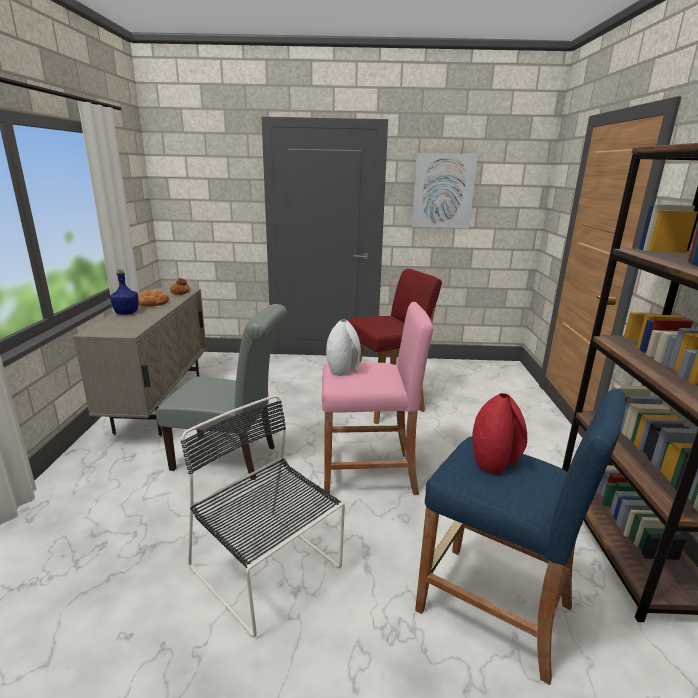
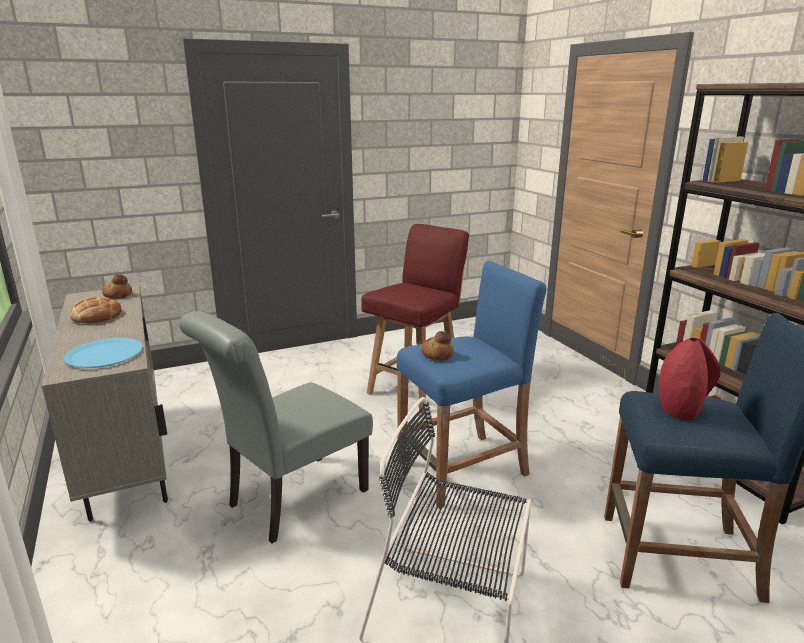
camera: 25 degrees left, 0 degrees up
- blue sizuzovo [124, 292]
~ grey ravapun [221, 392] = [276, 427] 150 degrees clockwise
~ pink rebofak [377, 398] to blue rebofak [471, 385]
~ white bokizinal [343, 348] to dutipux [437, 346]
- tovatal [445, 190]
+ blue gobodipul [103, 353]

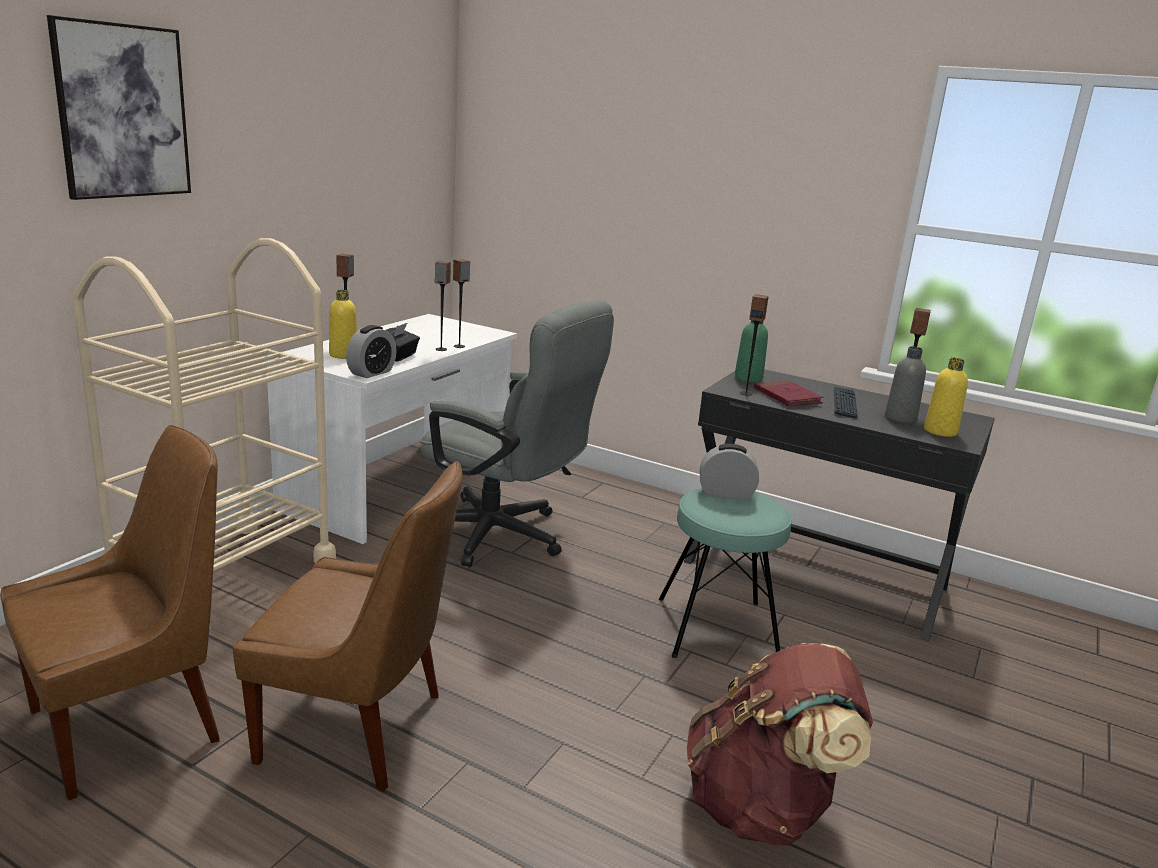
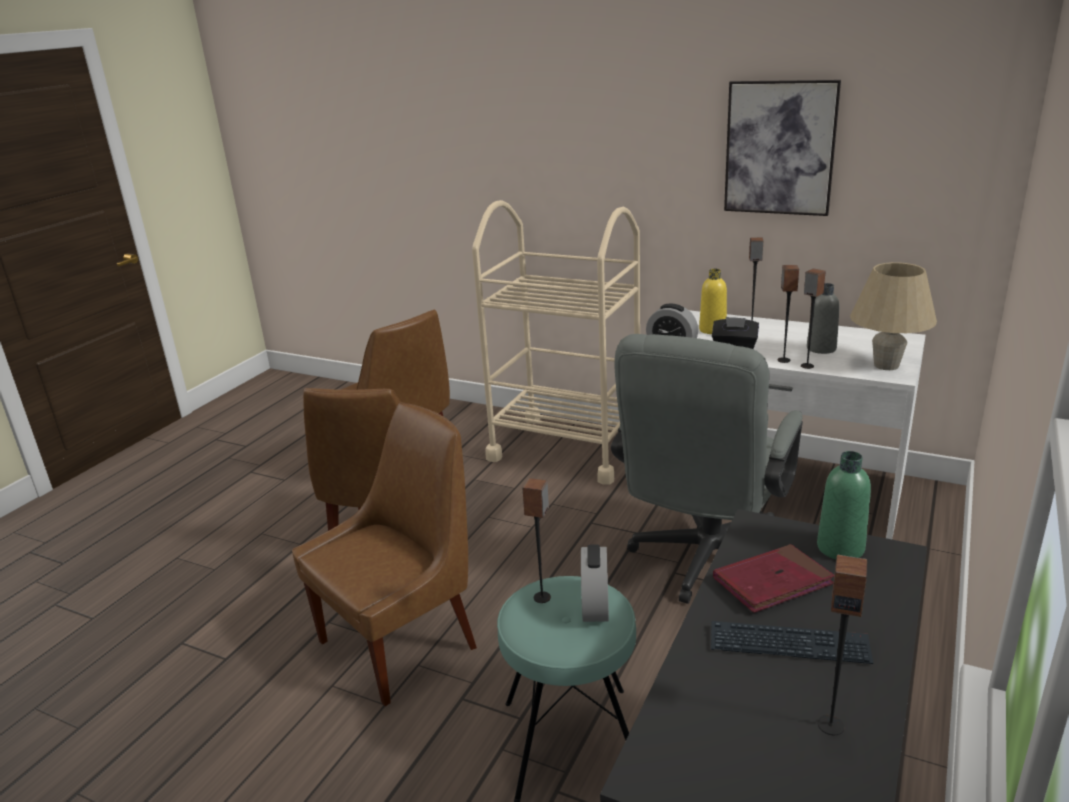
camera: 90 degrees right, 5 degrees up
~ tovatal [119, 107] to [782, 148]
- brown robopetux [780, 744]
~ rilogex [754, 345] to [536, 540]
~ grey sizuzovo [905, 384] to [823, 318]
- yellow sizuzovo [946, 397]
+ brown ravapun [384, 554]
+ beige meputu [893, 316]

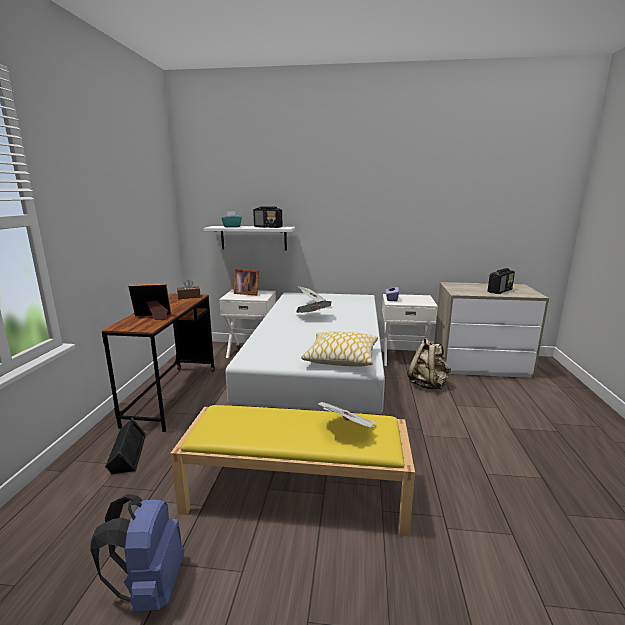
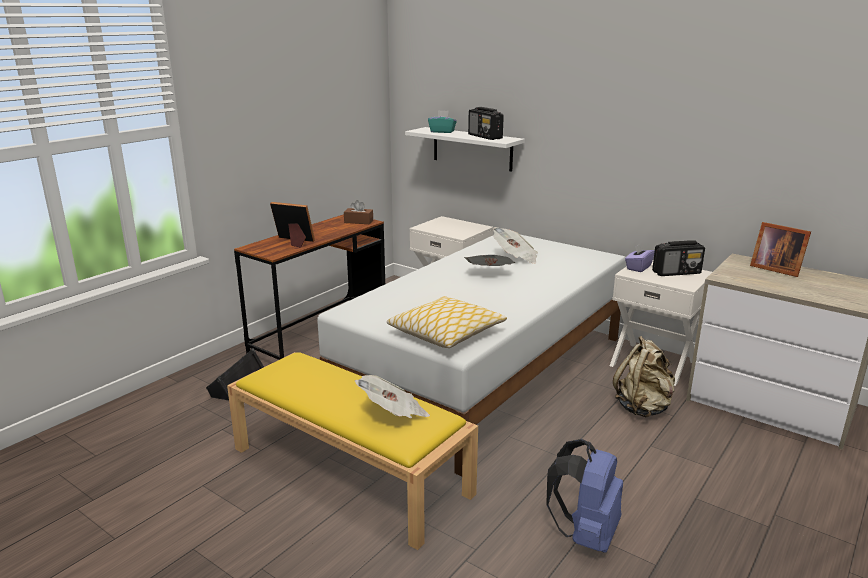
camera: 30 degrees right, 5 degrees up
~ blue robopetux [137, 552] to [584, 496]
~ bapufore [246, 282] to [780, 249]
~ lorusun [501, 281] to [678, 258]

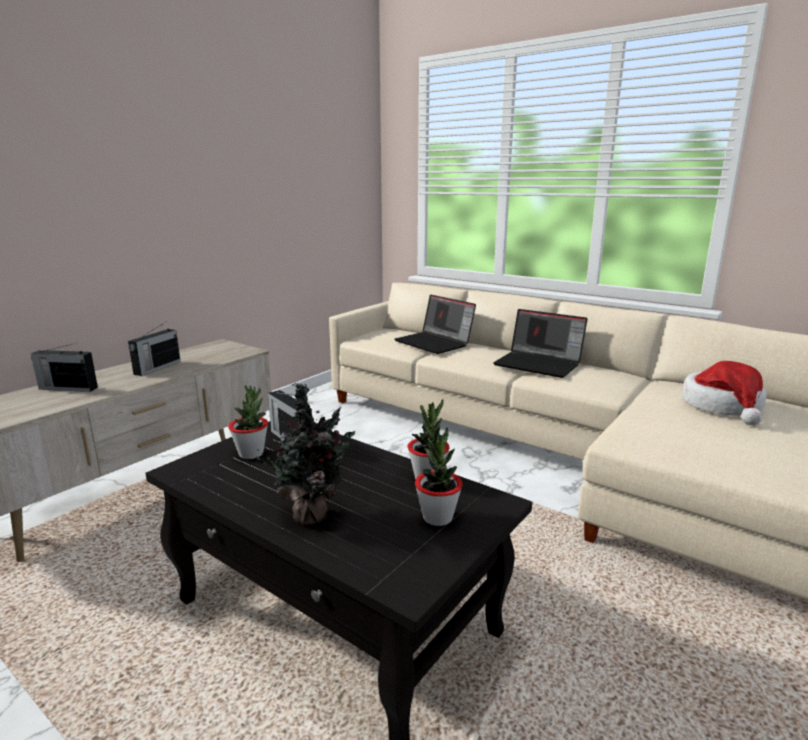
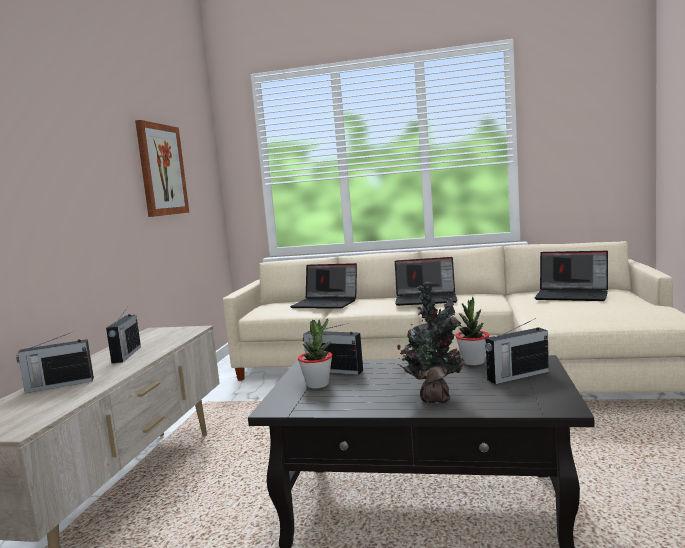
camera: 25 degrees left, 10 degrees down
~ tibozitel [439, 476] to lorusun [517, 351]
~ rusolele [724, 393] to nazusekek [571, 276]
+ tovatal [162, 168]

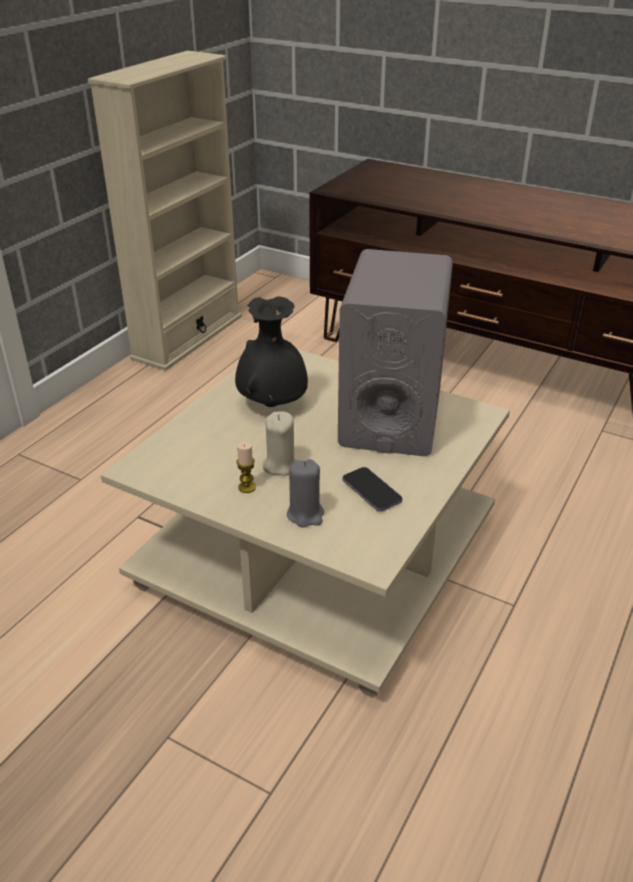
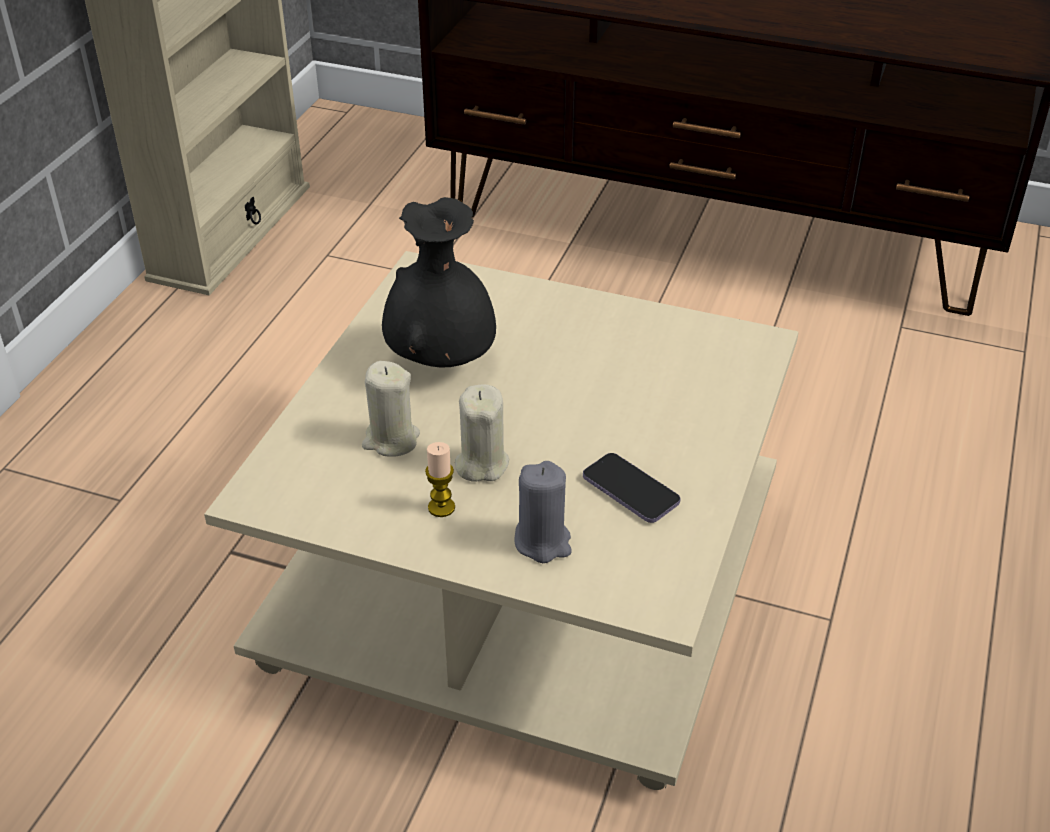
camera: 10 degrees left, 5 degrees up
- grey rilogex [395, 353]
+ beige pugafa [391, 409]

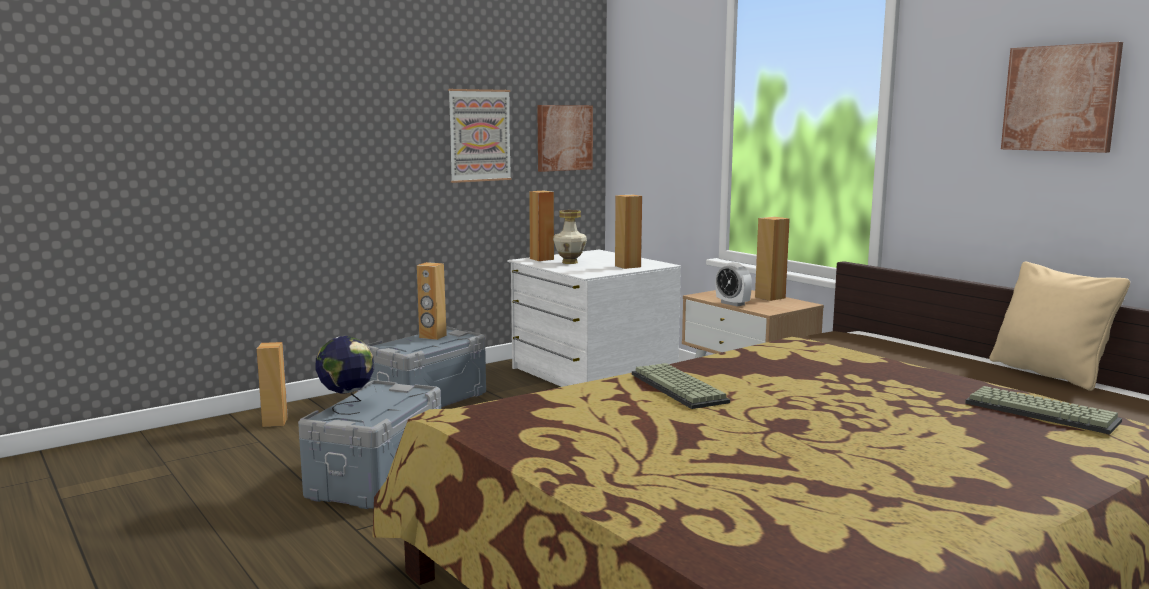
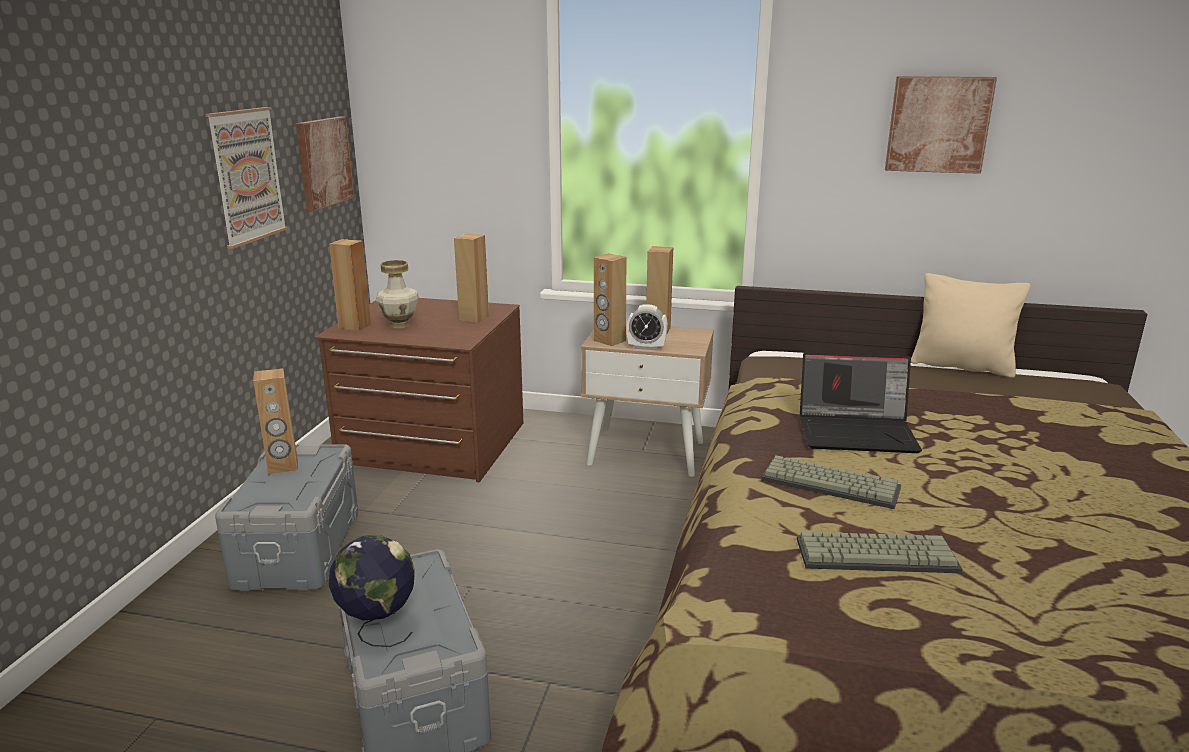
camera: 40 degrees left, 10 degrees up
~ brown rilogex [272, 384] to [610, 299]
~ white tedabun [594, 318] to brown tedabun [418, 390]
~ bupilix [1043, 410] to [880, 552]
+ nazusekek [861, 402]

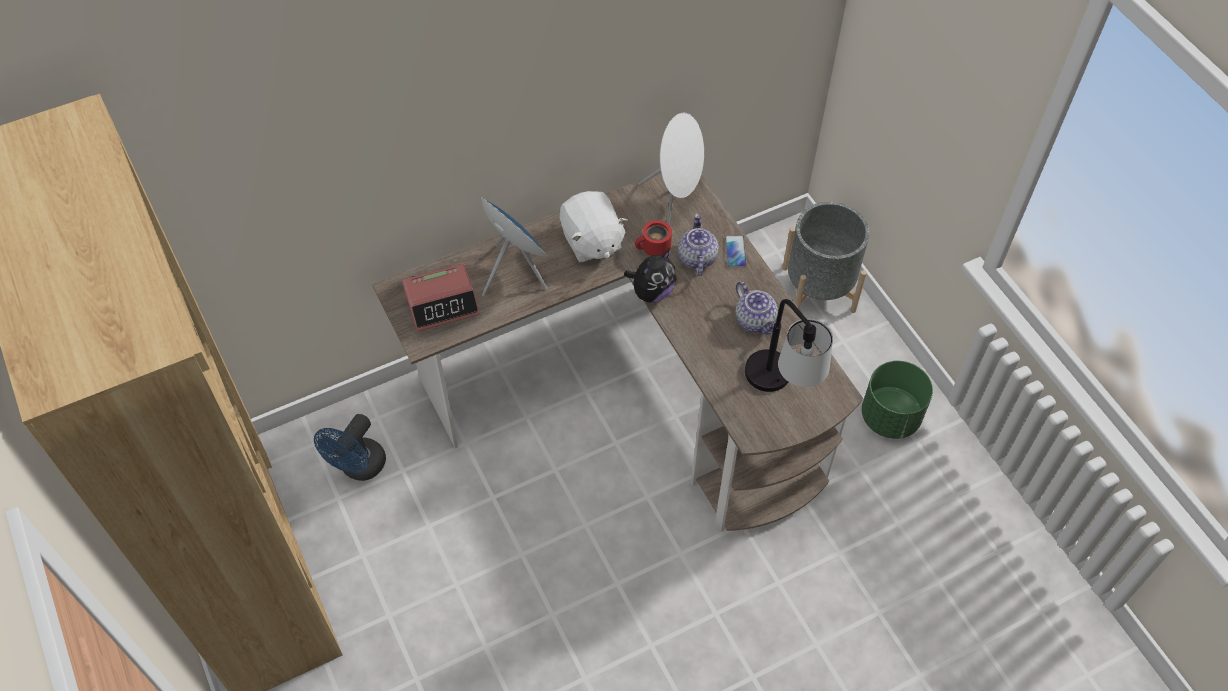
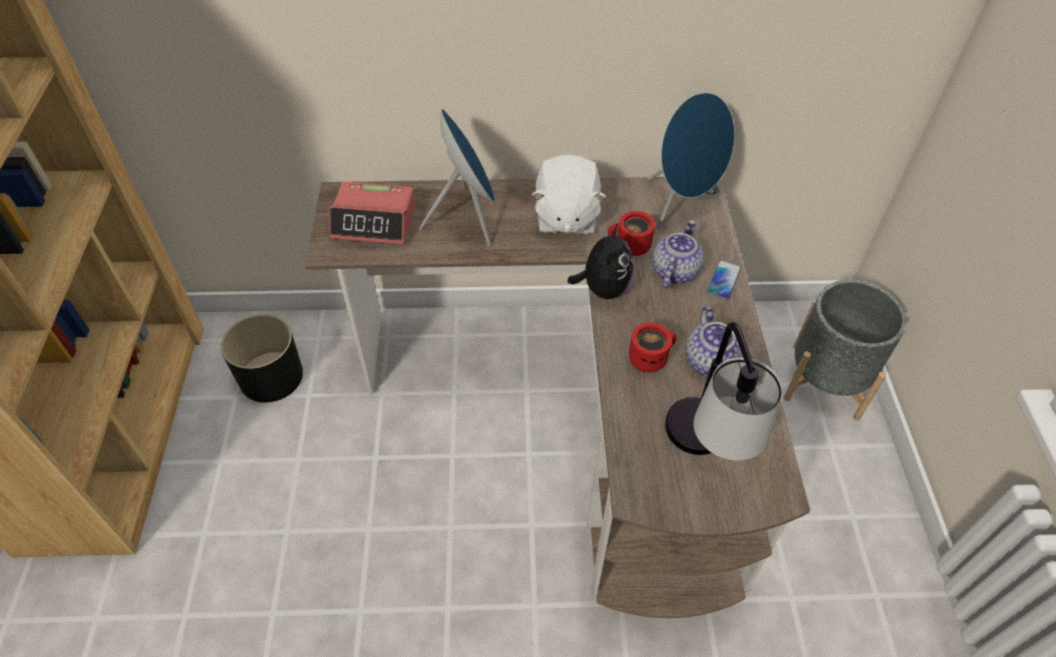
camera: 25 degrees right, 5 degrees down
~ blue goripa [350, 447] to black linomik [262, 358]
~ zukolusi [650, 276] = [600, 261] 60 degrees counterclockwise
~ white rilogex [671, 168] to blue rilogex [691, 160]
- green linomik [897, 400]
+ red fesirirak [653, 347]

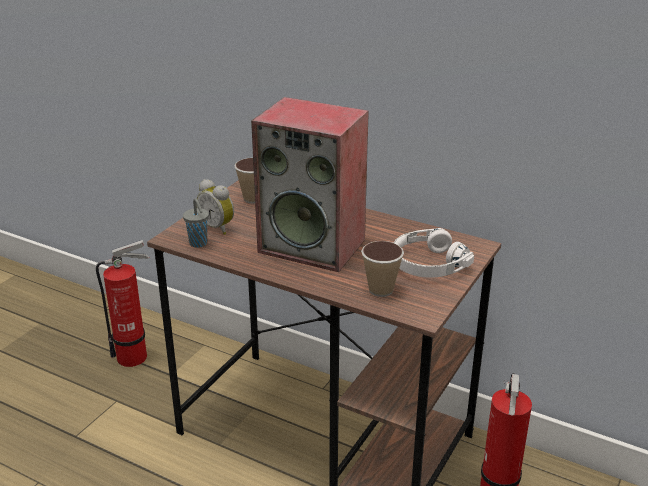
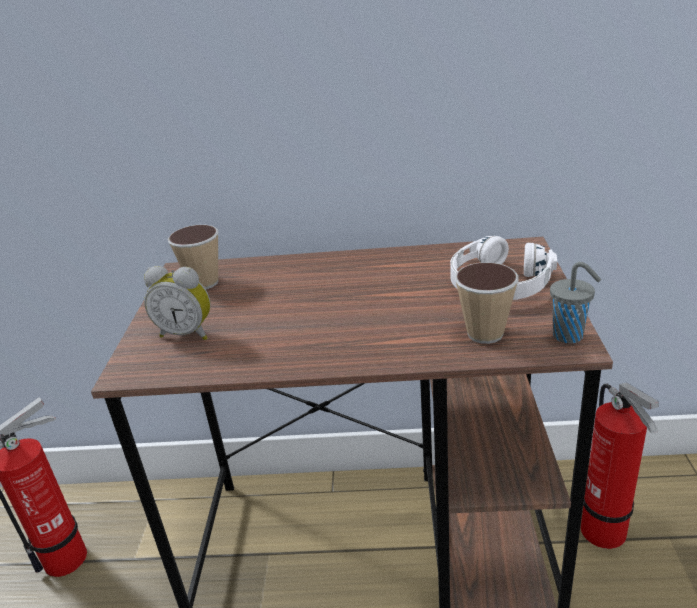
camera: 25 degrees left, 0 degrees up
~ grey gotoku [196, 223] to [575, 302]
- rilogex [310, 184]

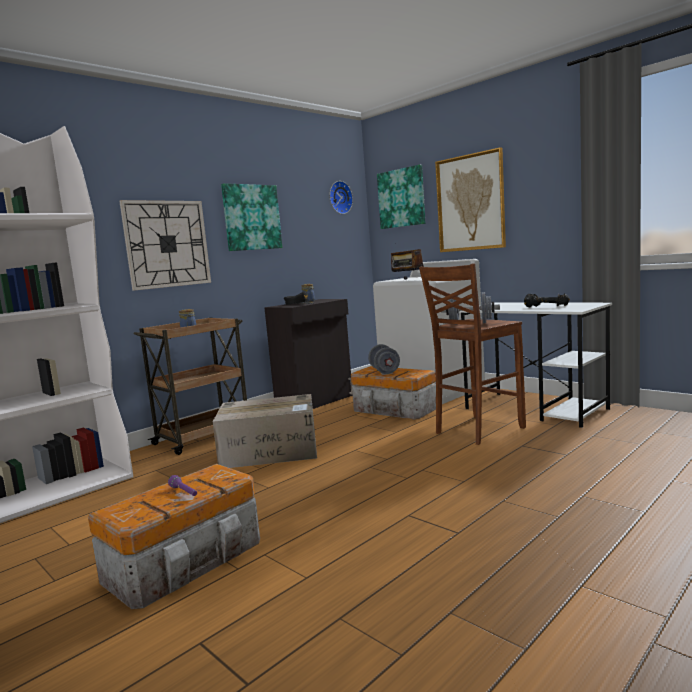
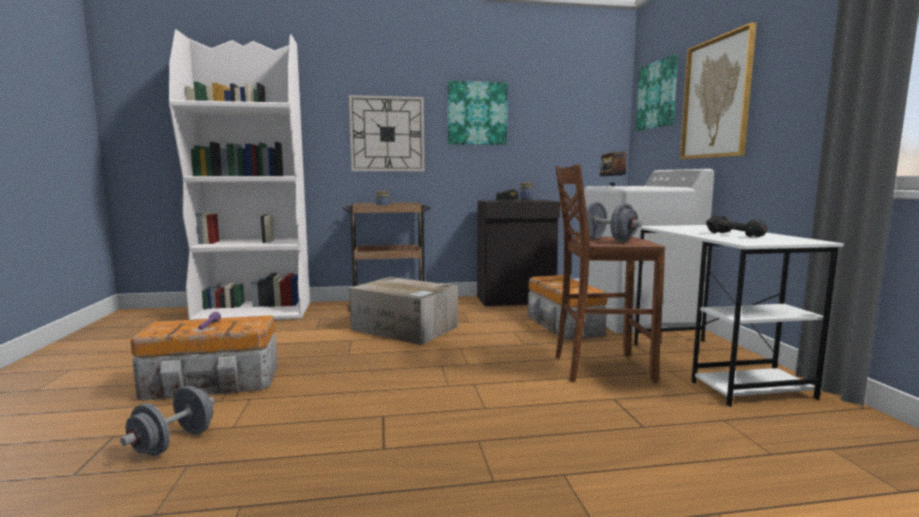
camera: 35 degrees right, 0 degrees up
- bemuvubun [341, 197]
~ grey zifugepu [384, 359] to [167, 421]

